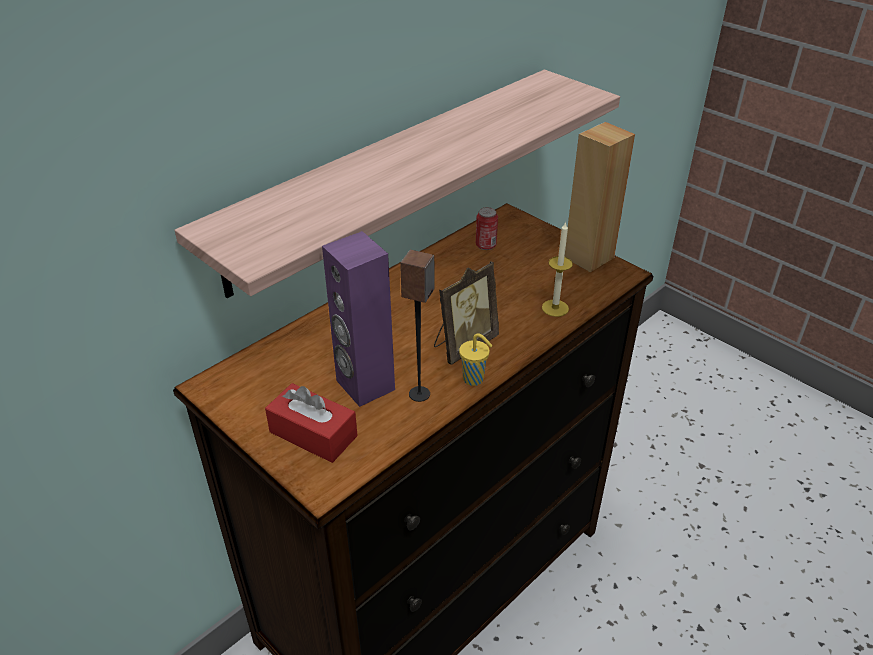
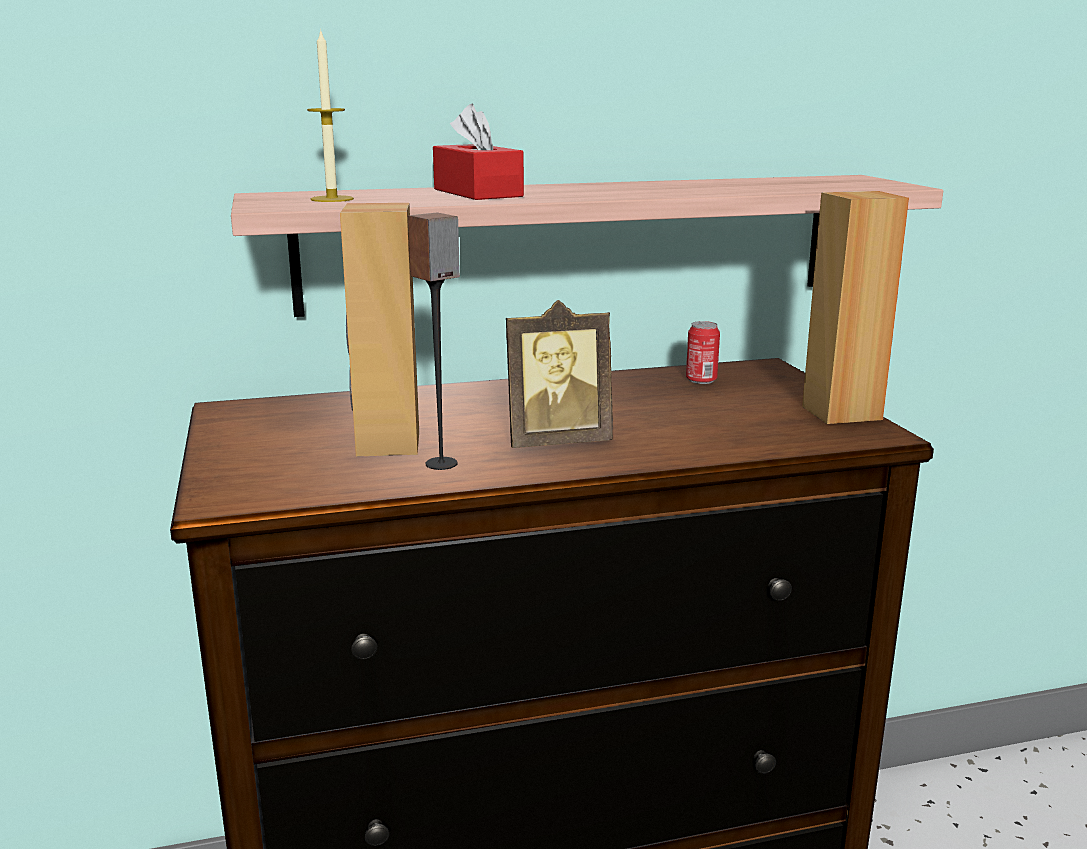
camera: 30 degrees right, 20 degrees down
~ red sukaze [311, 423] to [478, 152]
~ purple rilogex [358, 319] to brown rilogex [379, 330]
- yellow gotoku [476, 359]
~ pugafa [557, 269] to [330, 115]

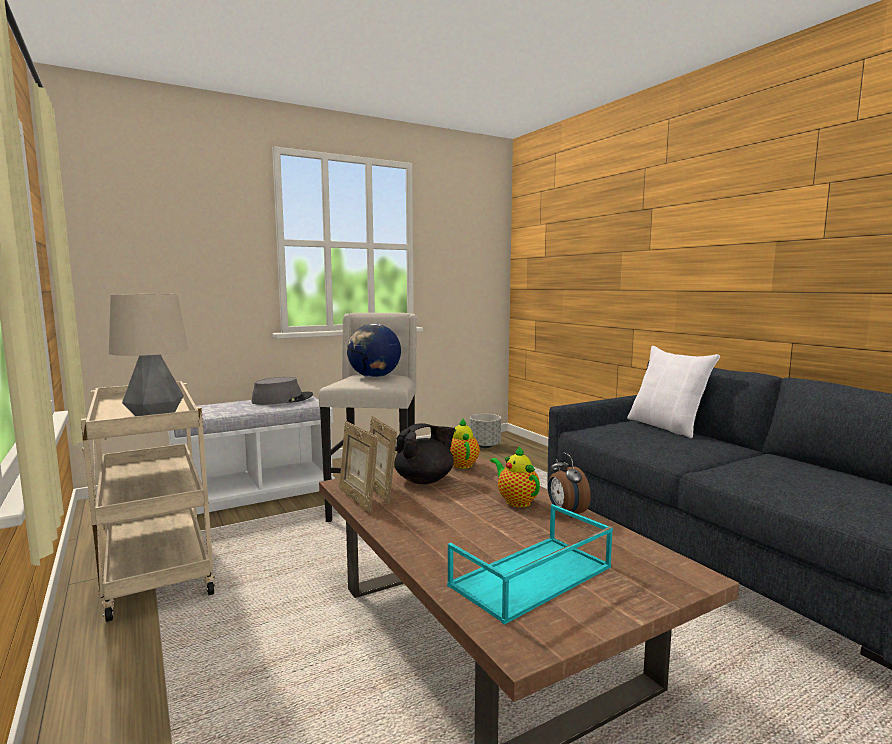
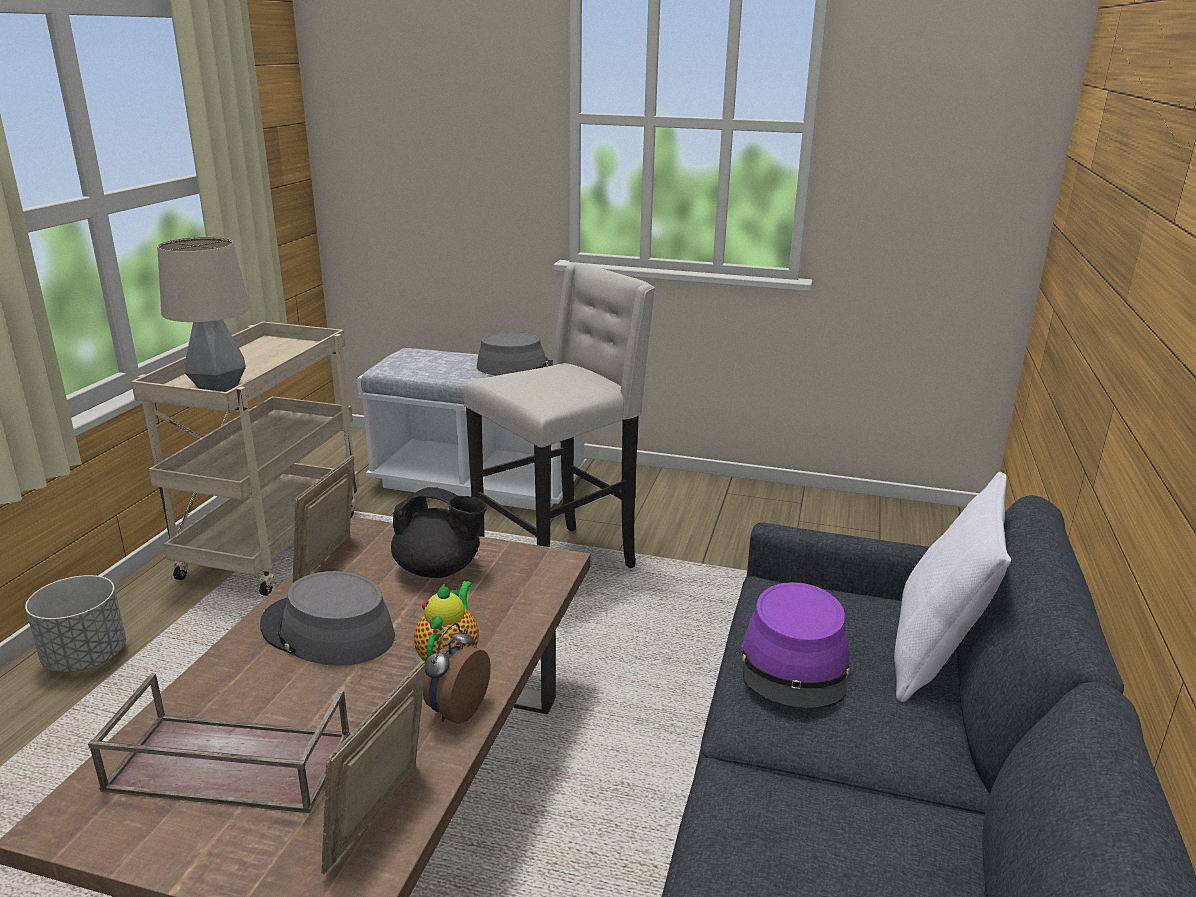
camera: 45 degrees right, 15 degrees up
- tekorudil [374, 351]
~ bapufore [383, 459] to [373, 767]
~ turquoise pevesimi [530, 564] to brown pevesimi [219, 743]
- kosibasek [465, 443]
~ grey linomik [485, 431] to [75, 623]
+ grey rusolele [327, 618]
+ purple rusolele [795, 646]

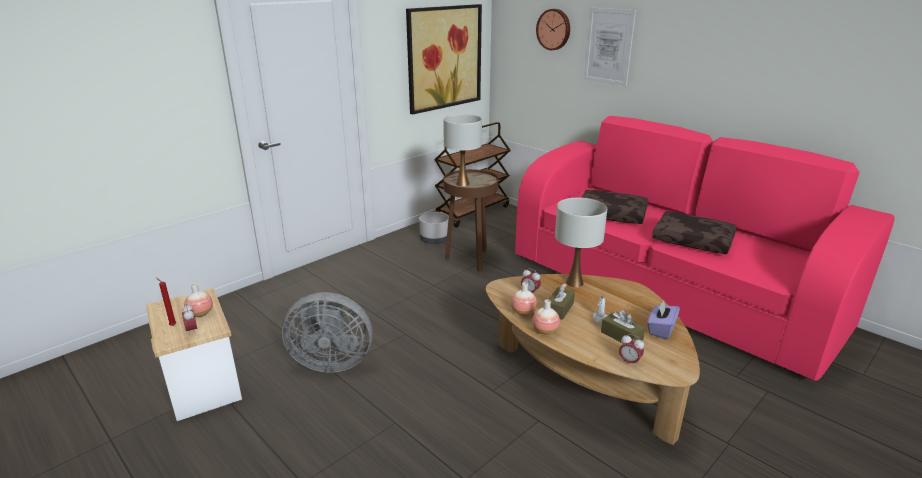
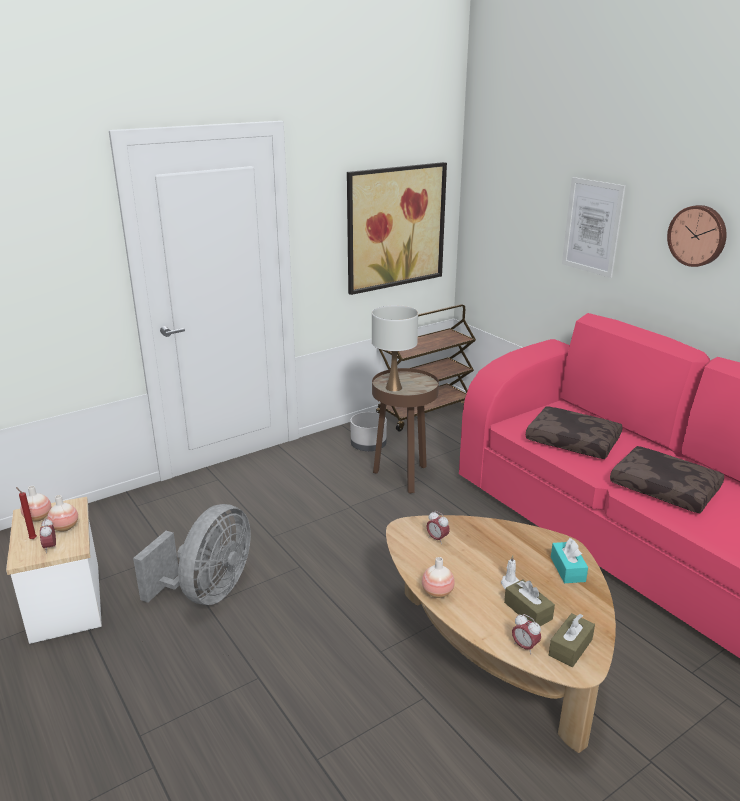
camera: 10 degrees right, 0 degrees up
~ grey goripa [327, 332] = [192, 554] 75 degrees counterclockwise
~ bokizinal [524, 299] to [36, 504]
~ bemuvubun [553, 29] to [697, 236]
~ brown sukaze [561, 301] to [572, 640]
- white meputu [581, 242]
- purple sukaze [663, 319]
+ turquoise sukaze [569, 560]

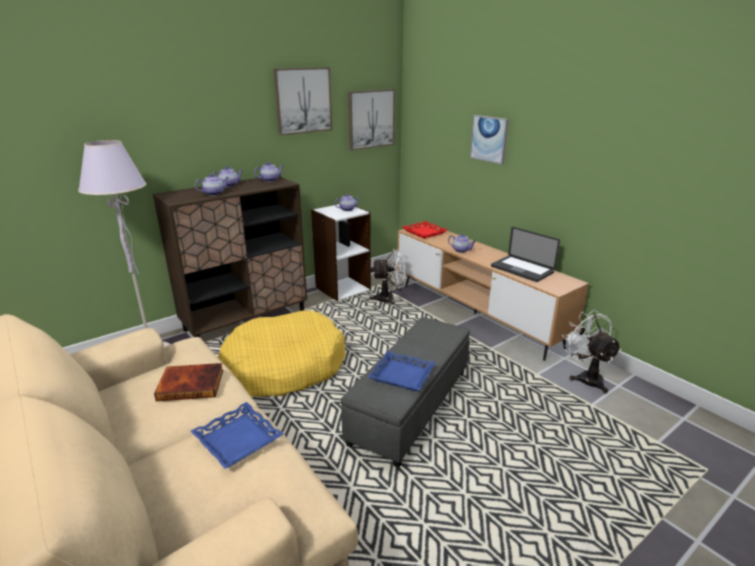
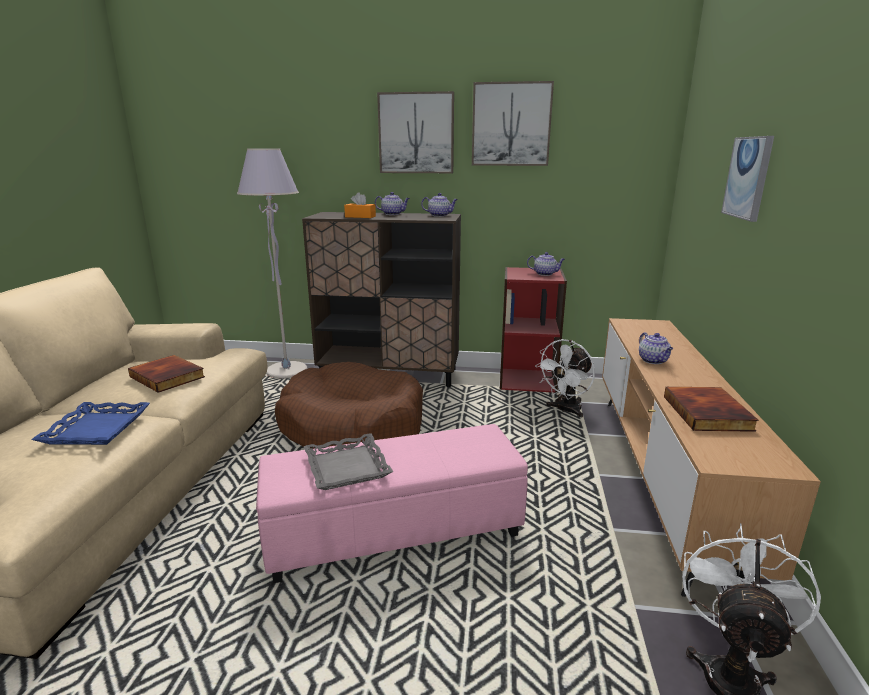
camera: 45 degrees right, 5 degrees down
~ kosibasek [212, 185] to orange sukaze [360, 205]
~ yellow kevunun [282, 353] to brown kevunun [349, 405]
~ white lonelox [341, 252] to red lonelox [533, 330]
~ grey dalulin [405, 392] to pink dalulin [392, 503]
~ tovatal [371, 119] to [415, 132]
~ blue pevesimi [402, 371] to grey pevesimi [348, 461]
~ white goripa [387, 277] = [565, 378] 90 degrees clockwise
- red pevesimi [425, 230]
~ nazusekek [525, 254] to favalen [711, 409]

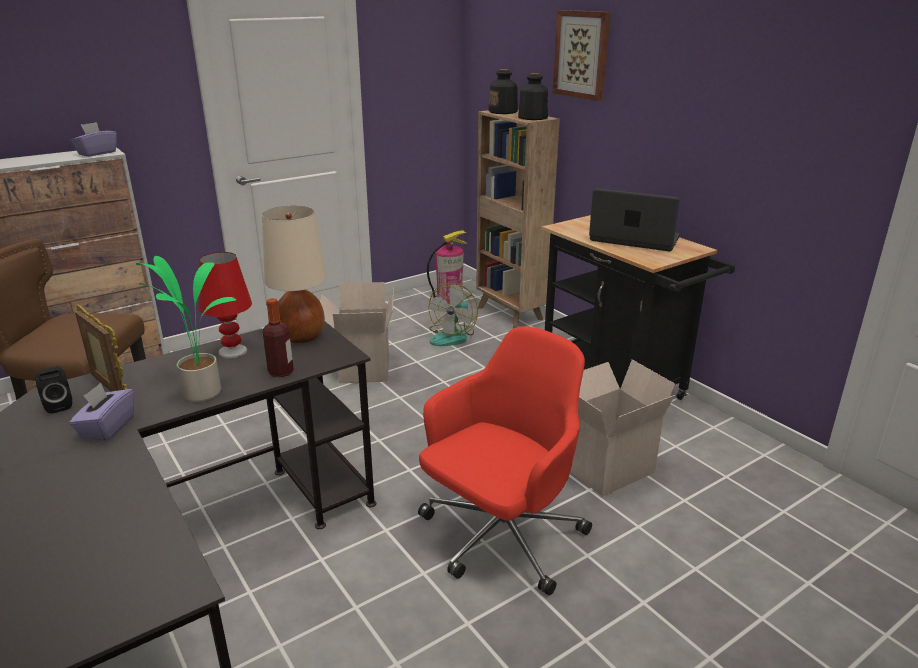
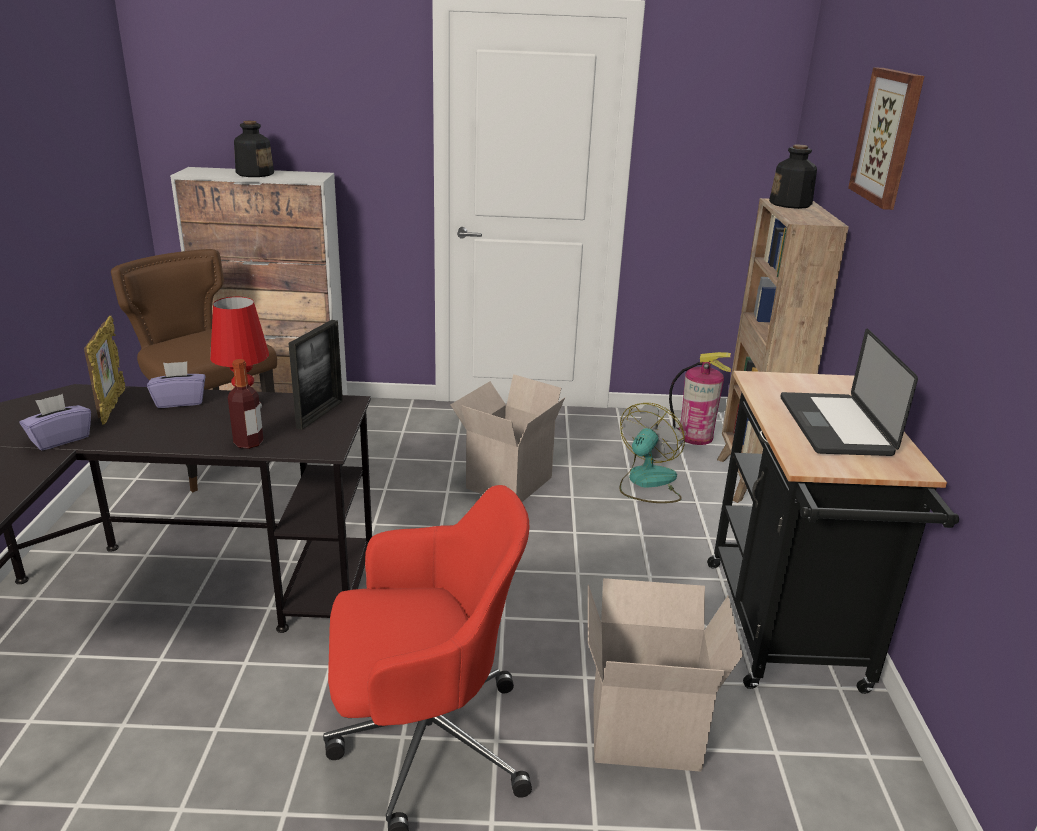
camera: 35 degrees right, 0 degrees up
- black rilogex [53, 390]
~ purple sukaze [94, 139] to [176, 384]
- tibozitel [186, 329]
~ beige meputu [294, 274] to bapufore [315, 375]
~ goripa [453, 314] = [652, 453] 150 degrees clockwise
~ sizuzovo [533, 96] to [254, 149]
~ nazusekek [634, 219] = [849, 392] 150 degrees counterclockwise

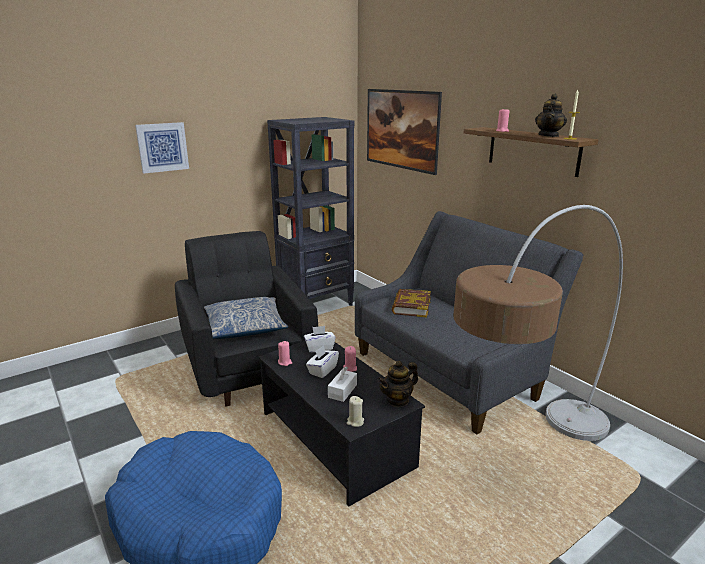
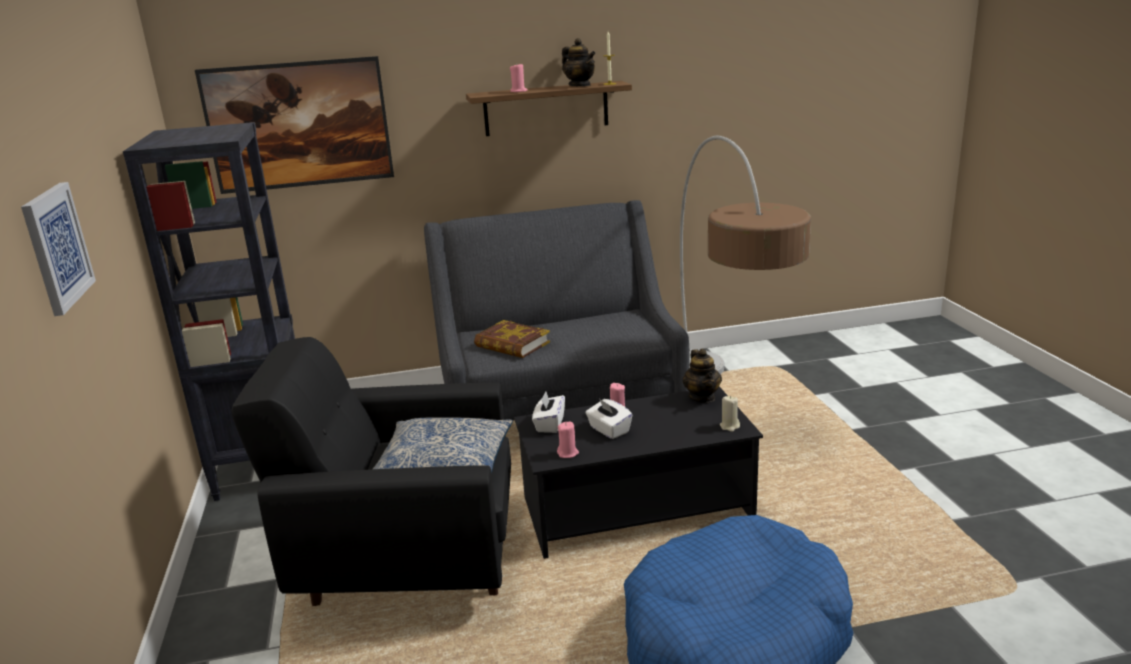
camera: 65 degrees left, 0 degrees up
- white sukaze [342, 384]

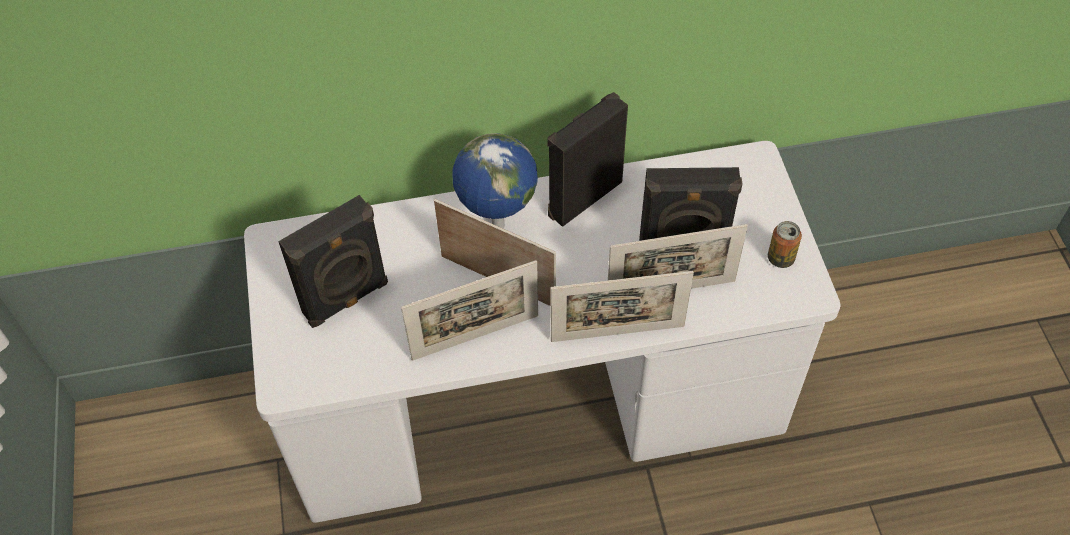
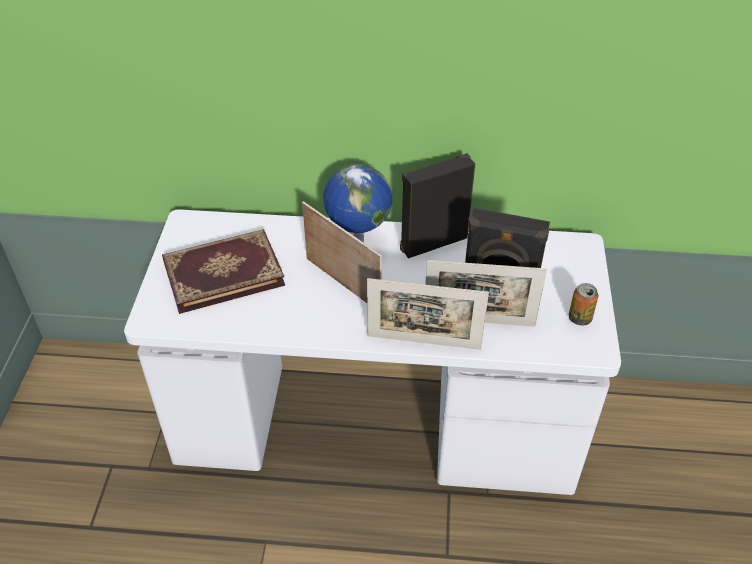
camera: 15 degrees right, 10 degrees down
~ black rilogex [333, 261] to favalen [223, 271]
- bapufore [469, 310]

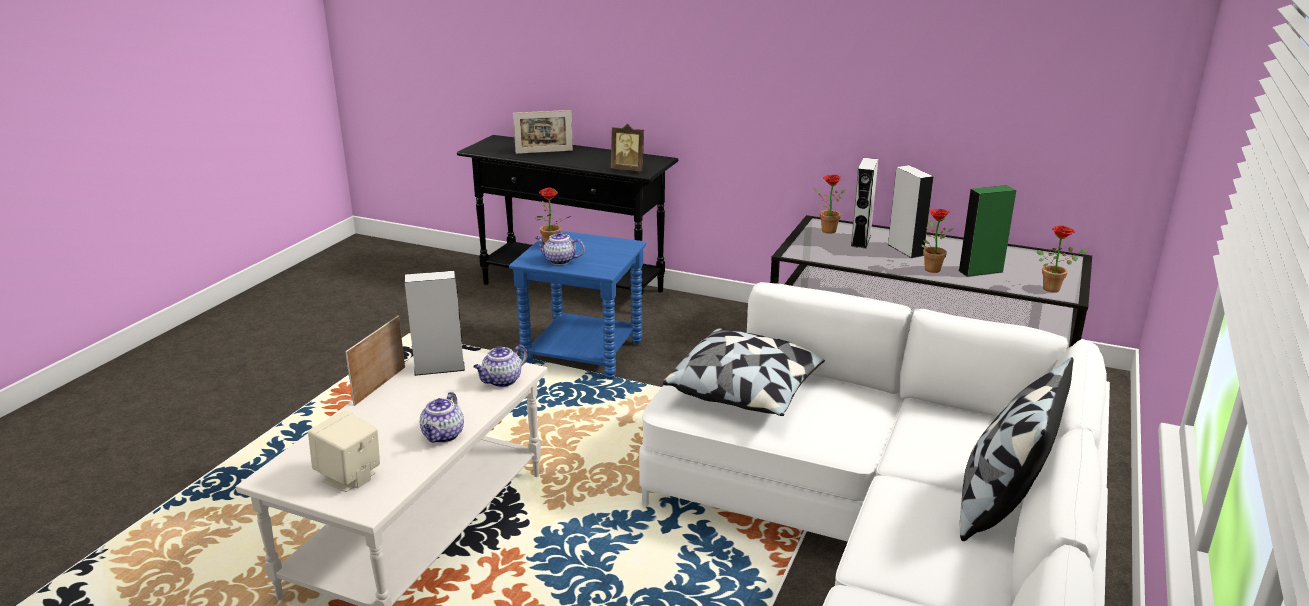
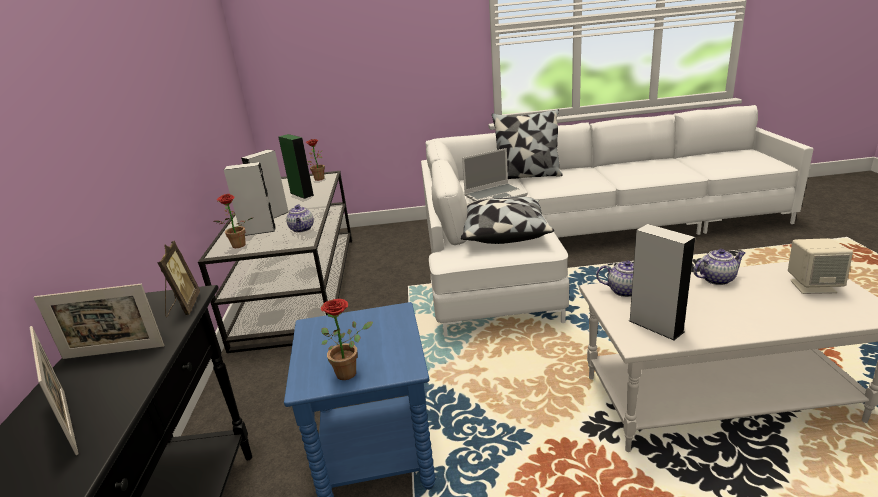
camera: 115 degrees left, 0 degrees up
~ bapufore [375, 361] to [99, 321]
~ kosibasek [560, 248] to [300, 218]
- tibozitel [937, 241]
+ nazusekek [495, 174]

